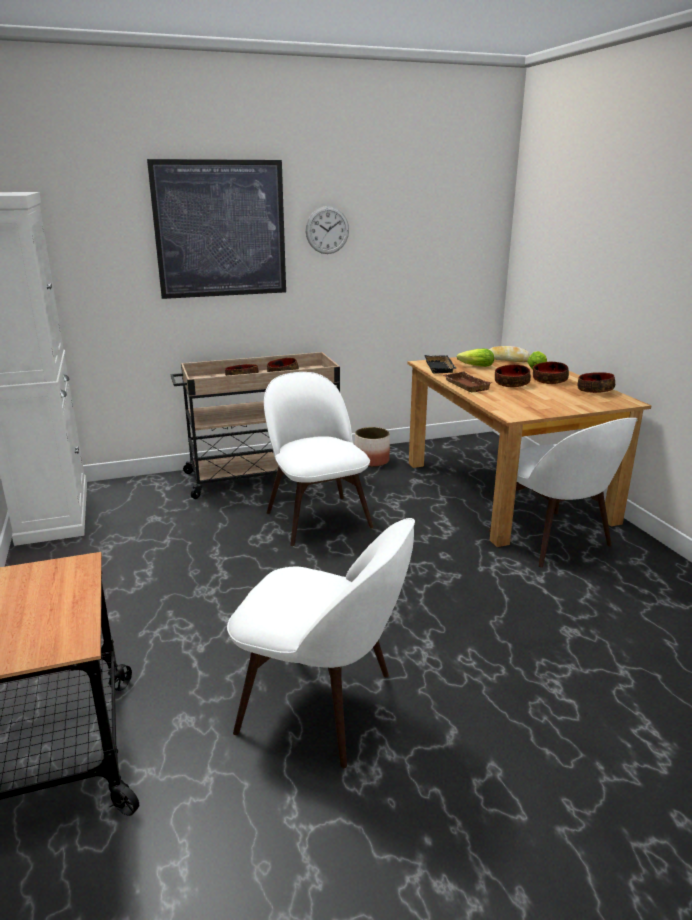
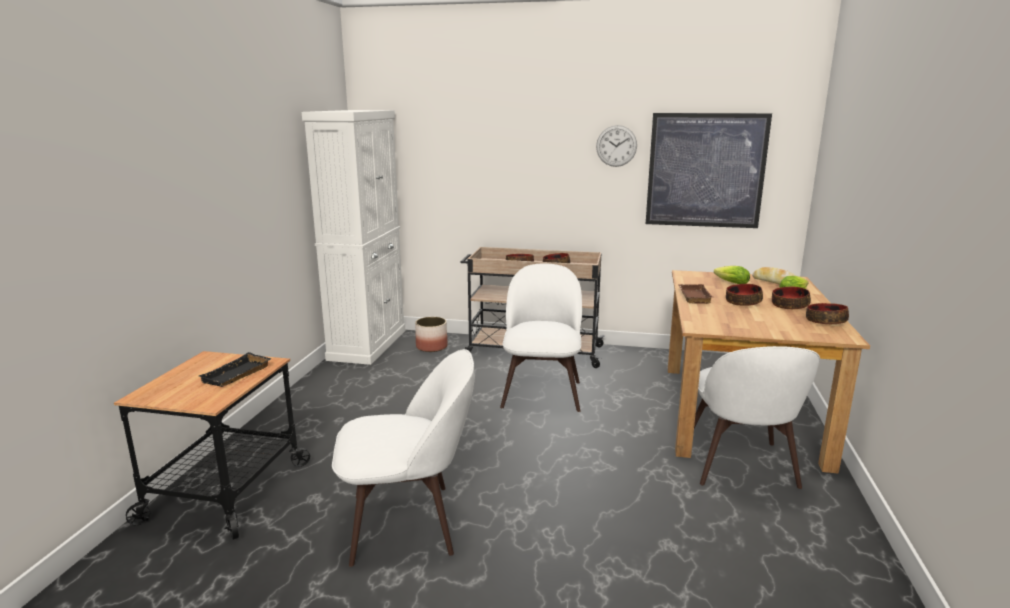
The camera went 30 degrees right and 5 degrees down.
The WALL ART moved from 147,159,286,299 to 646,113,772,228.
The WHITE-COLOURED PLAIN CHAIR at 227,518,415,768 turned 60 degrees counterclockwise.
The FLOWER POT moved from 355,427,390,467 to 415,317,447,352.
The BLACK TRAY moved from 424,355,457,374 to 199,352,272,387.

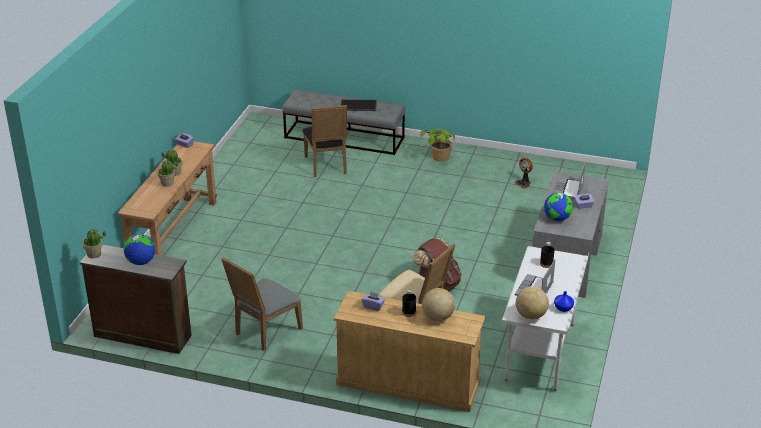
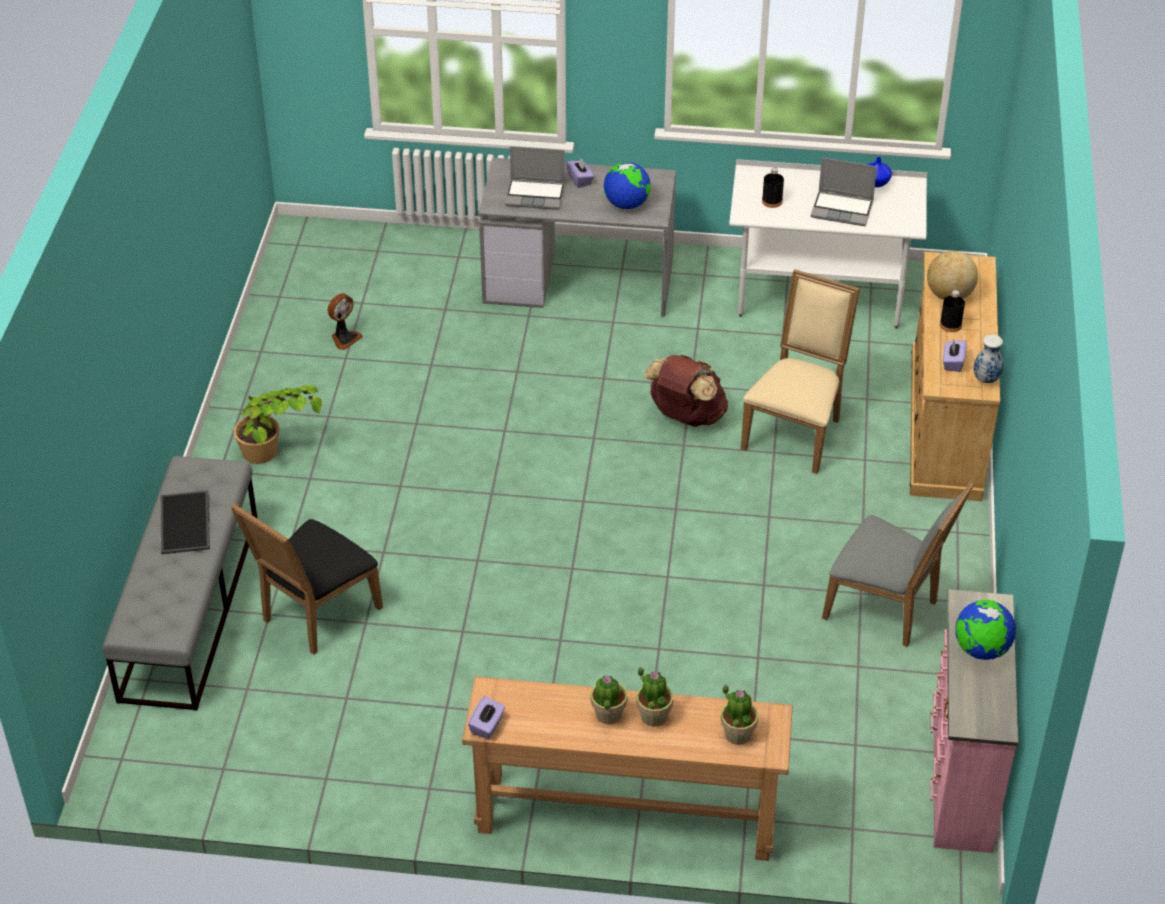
The camera went 100 degrees left and 10 degrees up.
The BROWNISH DRAWER CHEST at 79,245,192,354 became the PINK-COLOURED DRAWER CHEST at 930,589,1018,853.
The POTTED PLANT moved from 83,229,106,259 to 721,685,758,745.
The BLACK PLAIN CHAIR at 302,105,347,177 turned 150 degrees clockwise.
The WORLD GLOBE at 516,286,549,320 disappeared.
The DECORATIVE VASE at 973,334,1004,383 appeared.

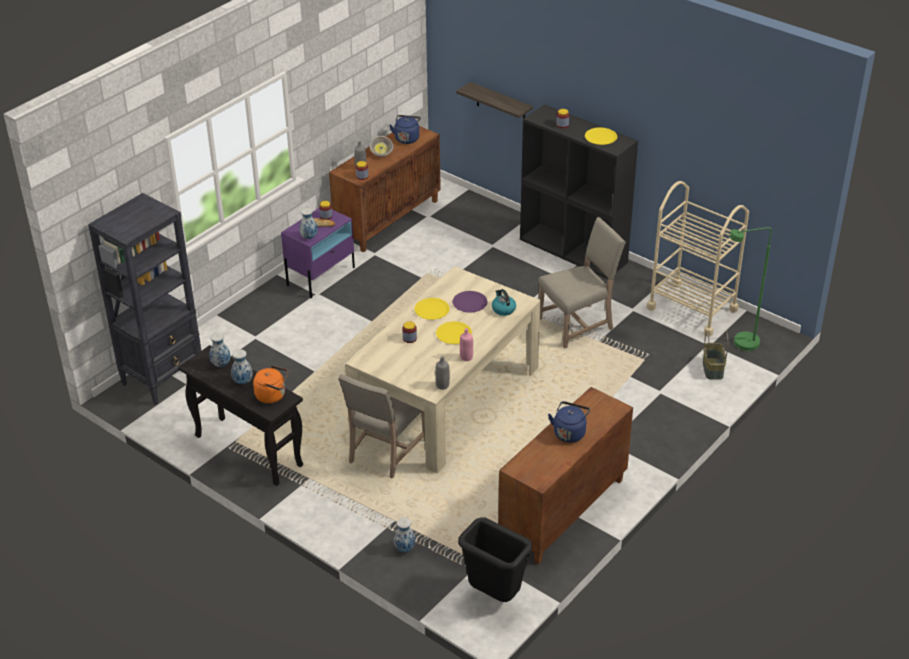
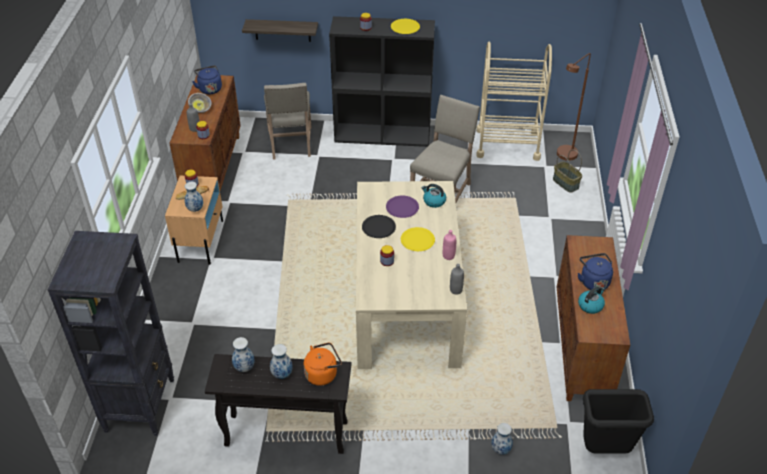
The camera went 35 degrees left and 5 degrees up.
The PURPLE-COLOURED NIGHTSTAND at 281,208,355,298 became the SAND-COLOURED NIGHTSTAND at 165,176,223,265.
The SAND-COLOURED PLAIN CHAIR moved from 338,374,425,479 to 264,83,312,160.
The YELLOW DINNER PLATE at 414,298,450,320 became the BLACK DINNER PLATE at 362,215,396,238.
The GREEN-COLOURED STANDARD LAMP at 729,227,772,351 became the BROWNISH STANDARD LAMP at 557,53,591,161.
The KETTLE at 578,287,605,314 appeared.

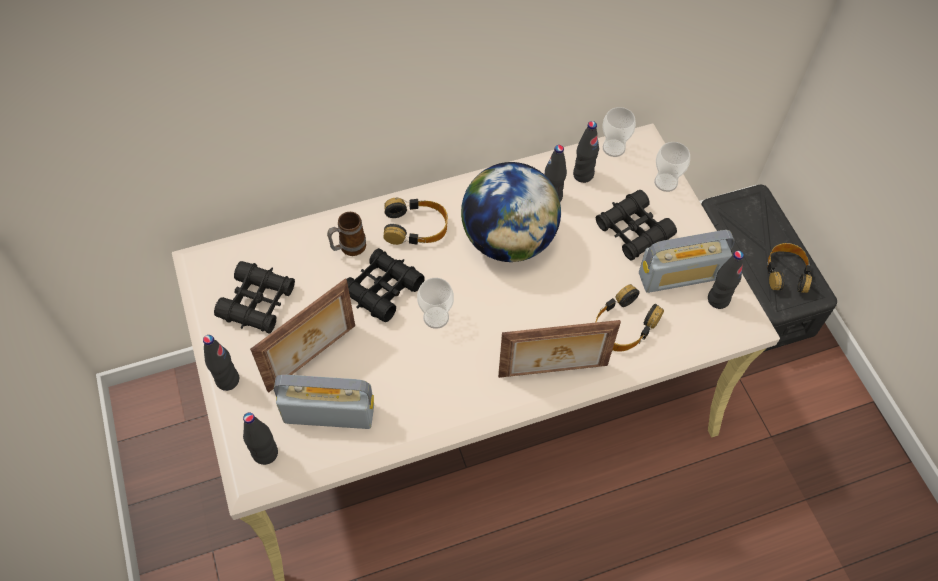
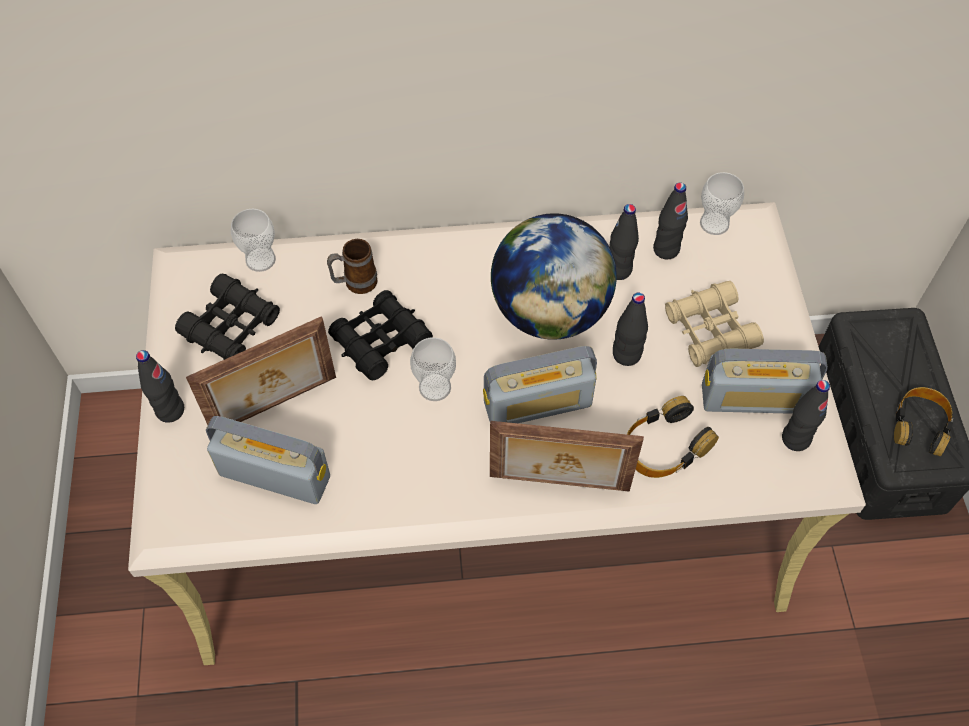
The camera went 15 degrees right and 0 degrees up.
The BLACK BOTTLE moved from 243,412,278,465 to 613,293,648,366.
The HEADPHONES at 383,198,448,245 disappeared.
The BLACK FIELD GLASSES at 596,190,677,261 became the SAND-COLOURED FIELD GLASSES at 665,281,764,367.
The CUP moved from 654,142,690,192 to 231,209,276,272.
The RADIO RECEIVER at 483,346,597,423 appeared.

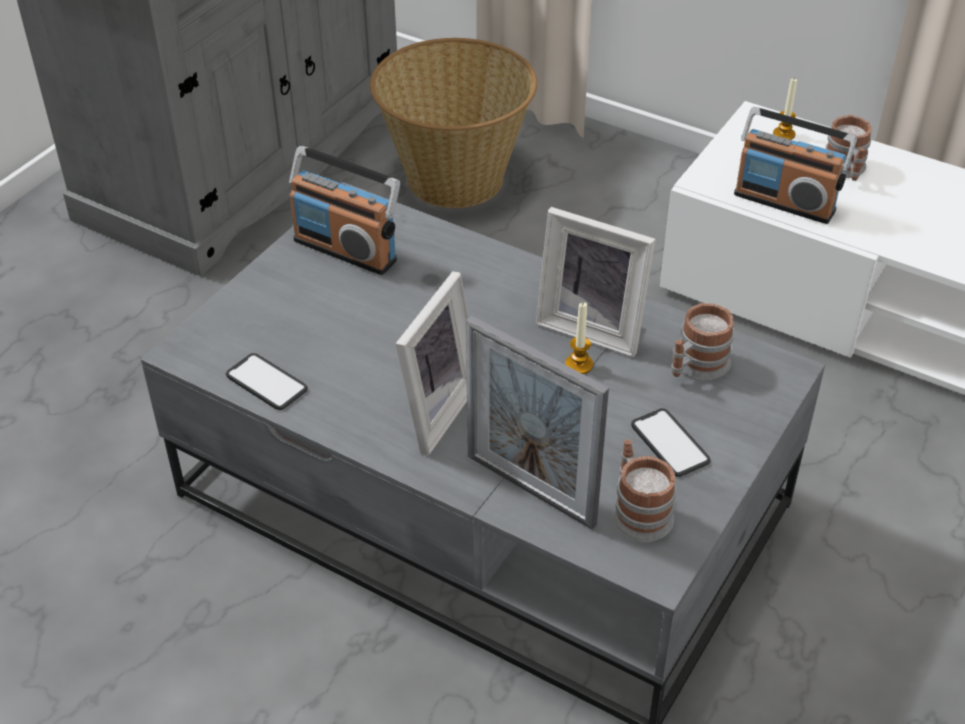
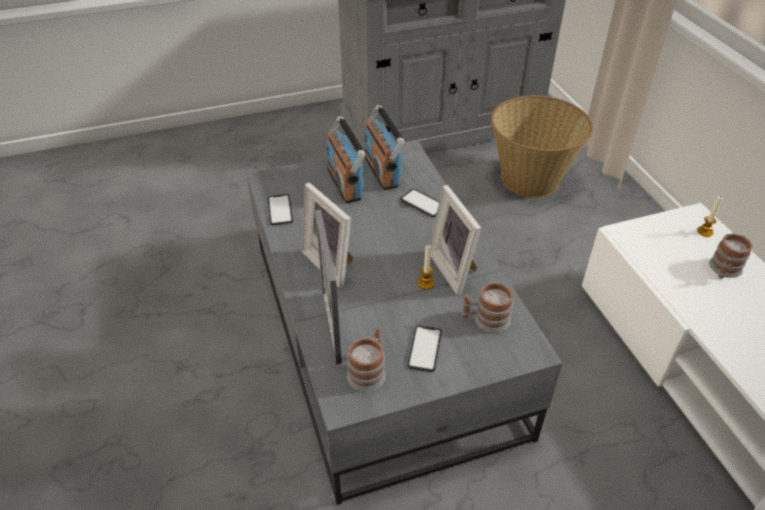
The camera went 40 degrees right and 0 degrees up.
The PHOTO FRAME at 396,271,469,456 turned 75 degrees clockwise.
The RADIO RECEIVER moved from 734,107,857,224 to 326,116,365,203.
The HANDSET at 400,189,439,217 appeared.

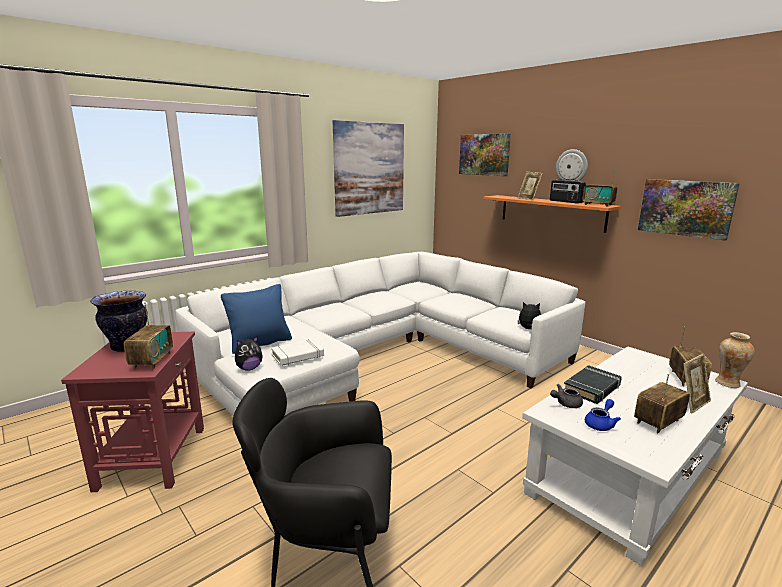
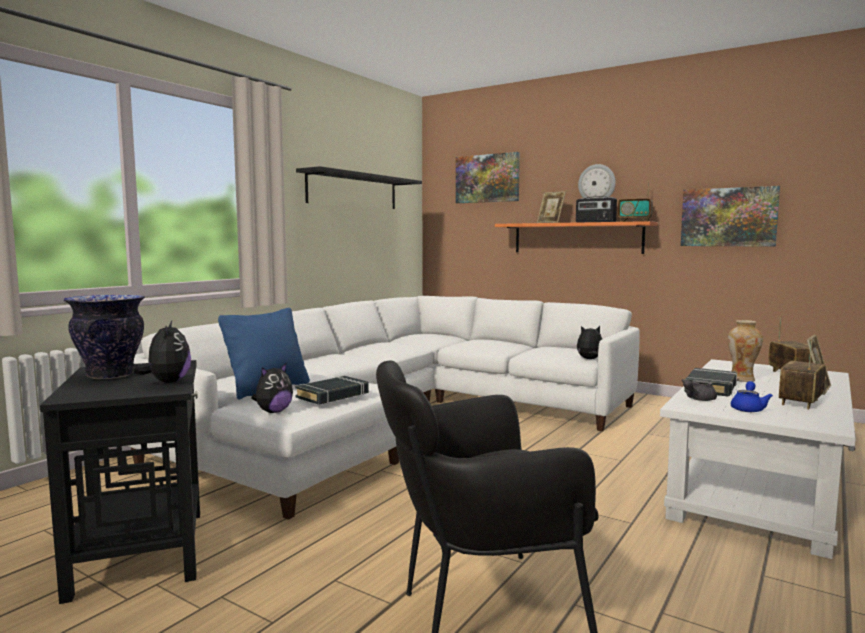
The camera went 15 degrees left and 10 degrees down.
The REDDISH SIDE TABLE at 61,332,204,492 became the BLACK SIDE TABLE at 40,360,200,604.
The RADIO RECEIVER at 124,303,173,369 was replaced by the CUDDLY TOY at 132,321,191,383.
The WHITE-COLOURED BOUND BOOK at 271,339,324,366 became the BLACK BOUND BOOK at 295,376,369,405.
The WALL ART at 333,120,404,217 was replaced by the BLACK SHELF at 296,166,422,209.
The DECORATIVE VASE moved from 715,332,755,388 to 728,320,763,382.

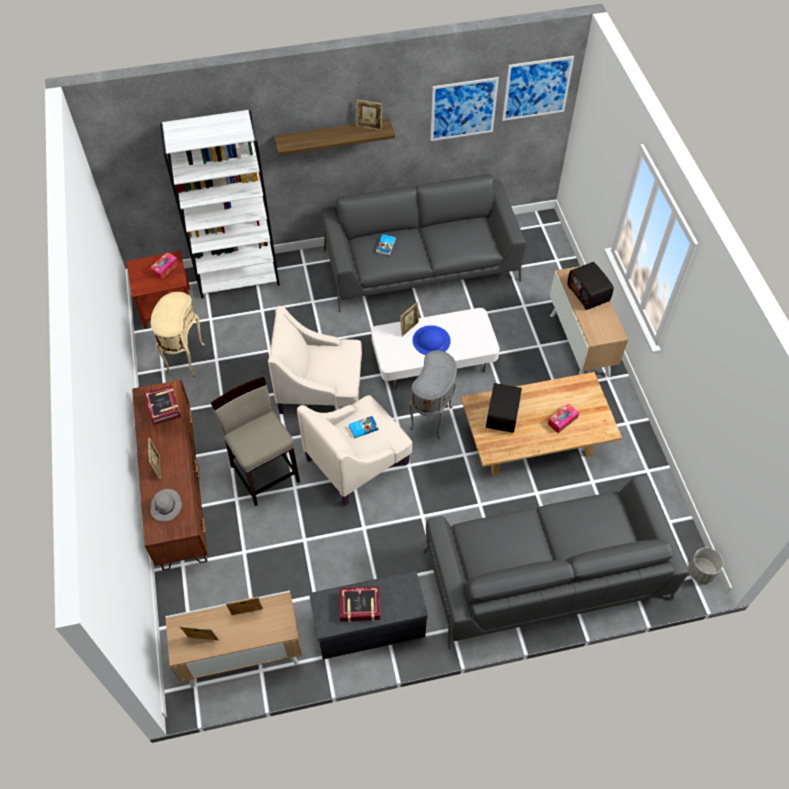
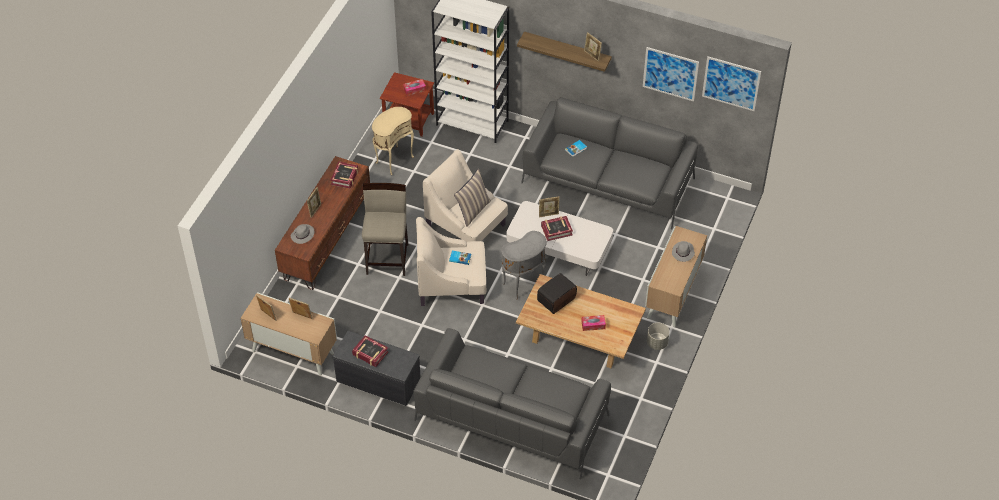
The camera went 35 degrees right and 5 degrees down.
The BLUE-COLOURED HAT at 412,325,451,355 was replaced by the BOUND BOOK at 541,216,573,241.
The RADIO RECEIVER at 568,262,614,310 was replaced by the GREY HAT at 672,241,695,262.
The GREY FLOWER POT moved from 688,548,723,583 to 647,323,669,350.
The THROW PILLOW at 454,168,491,227 appeared.

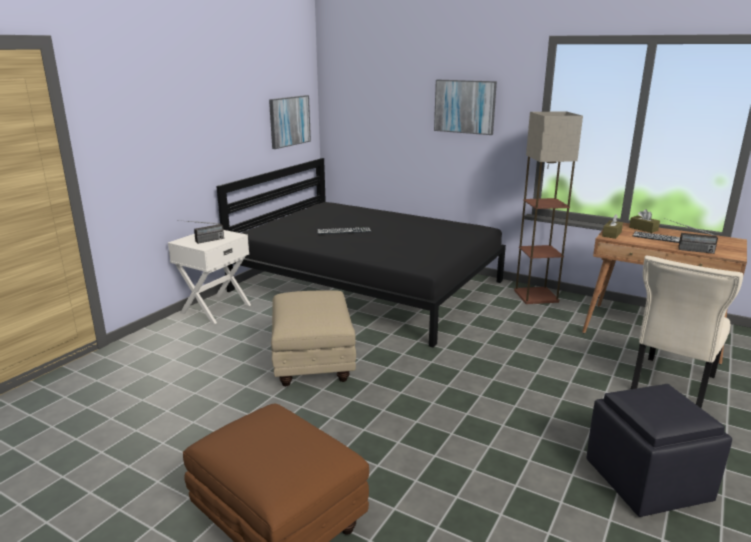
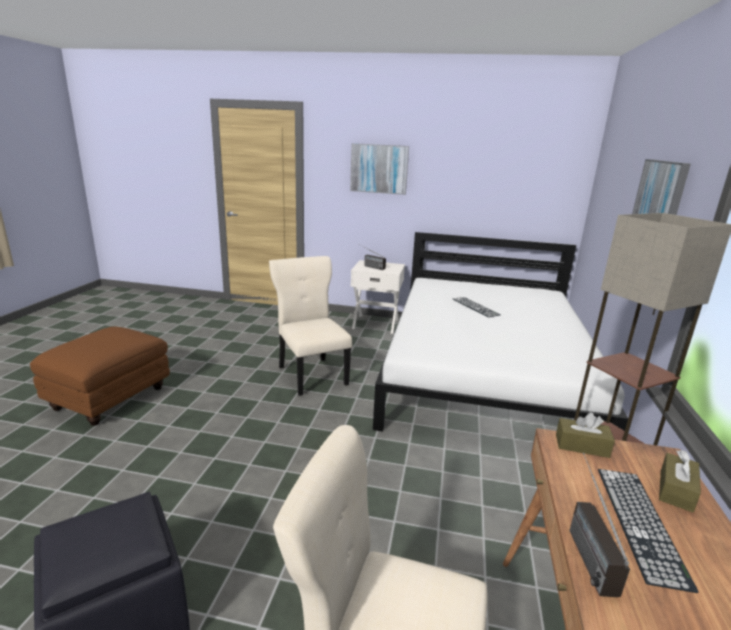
The camera went 70 degrees right and 0 degrees up.
The BLACK BEDROOM BED at 216,158,506,347 became the WHITE-COLOURED BEDROOM BED at 373,232,628,432.
The WALL ART moved from 269,95,311,149 to 350,143,409,195.
The SAND-COLOURED OTTOMAN at 271,290,356,386 was replaced by the SAND-COLOURED PLAIN CHAIR at 269,256,352,396.

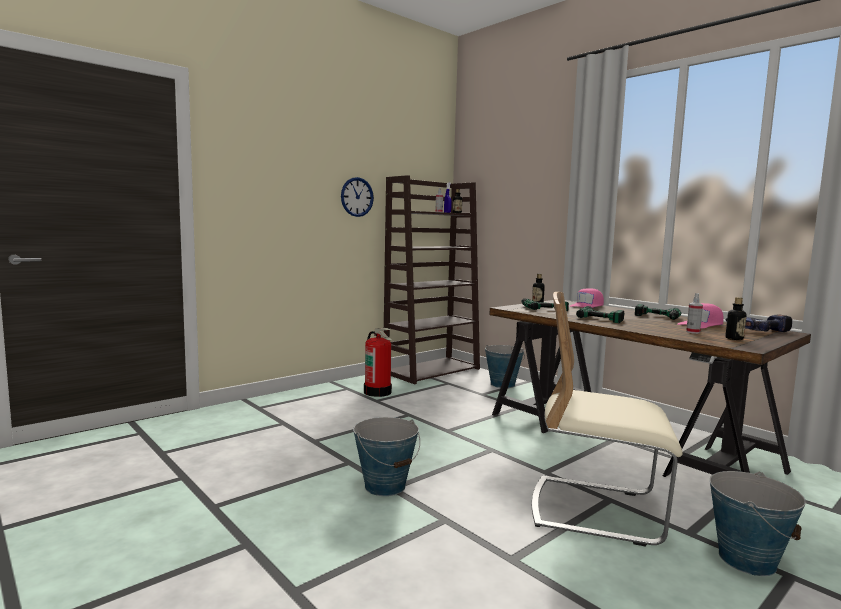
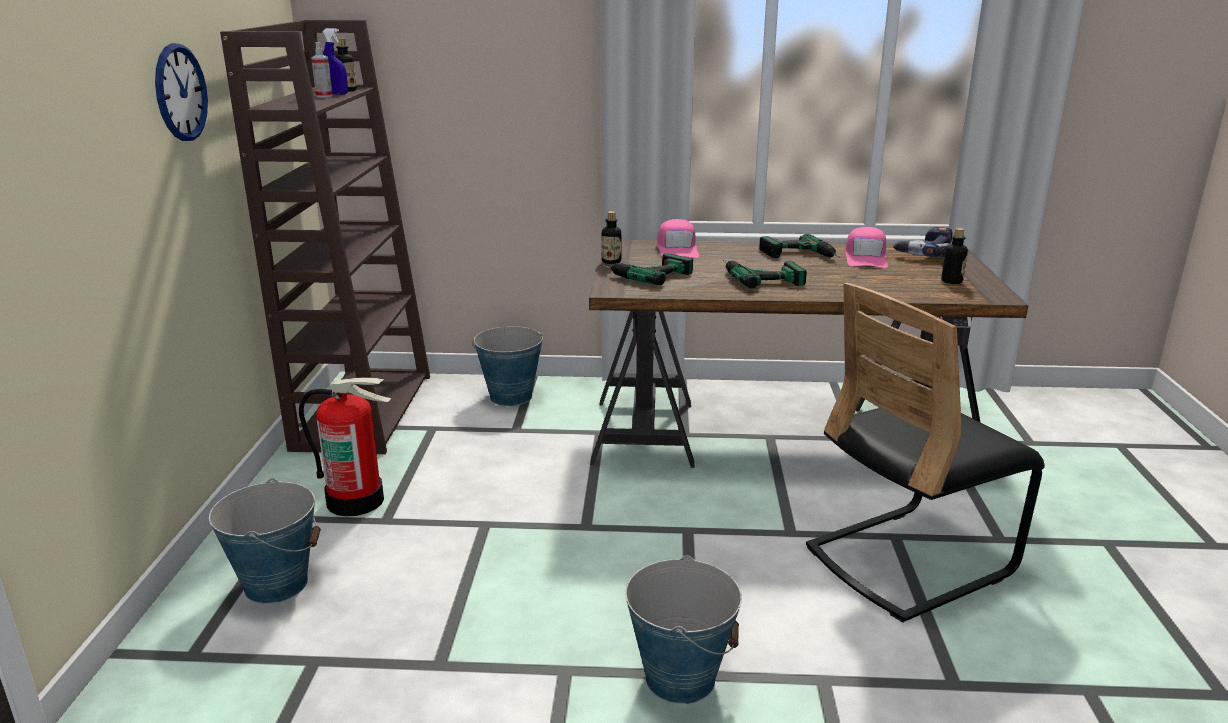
The camera went 45 degrees left and 15 degrees up.
The SAND-COLOURED PLAIN CHAIR at 532,292,683,547 became the BLACK PLAIN CHAIR at 806,283,1045,623.
The SPRAY BOTTLE at 686,293,703,334 disappeared.
The WATER BUCKET moved from 710,471,806,576 to 209,478,321,604.

